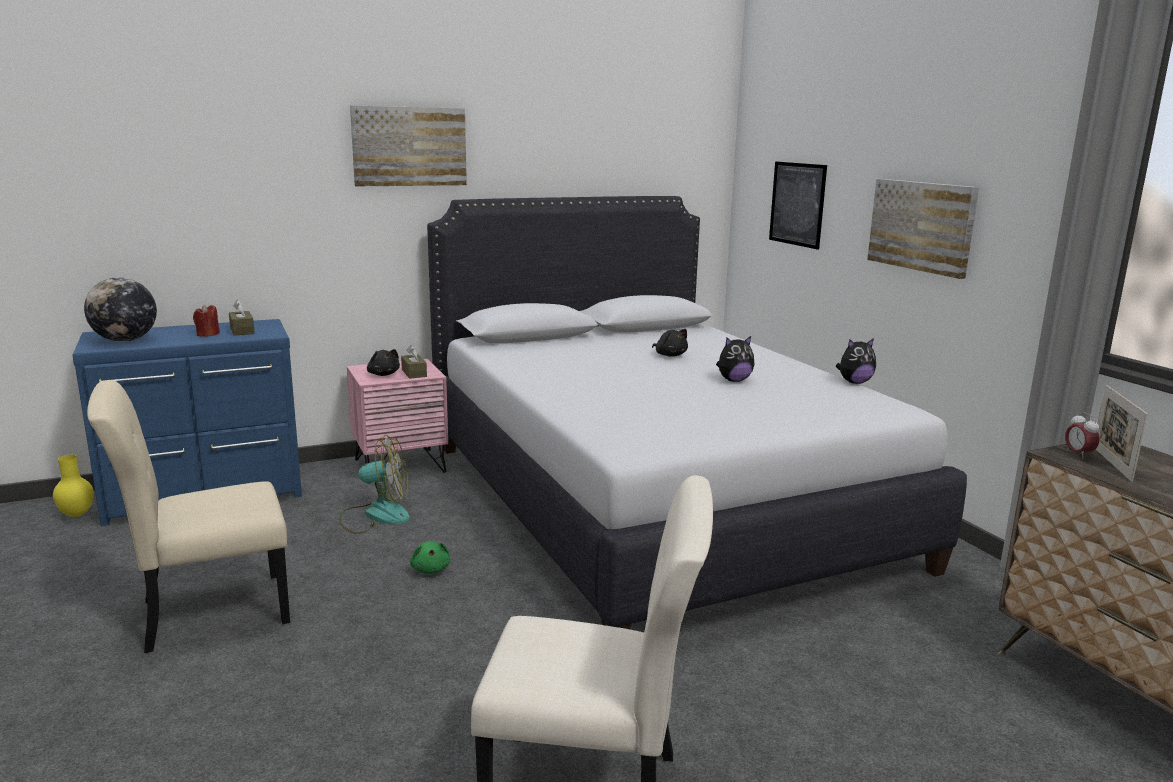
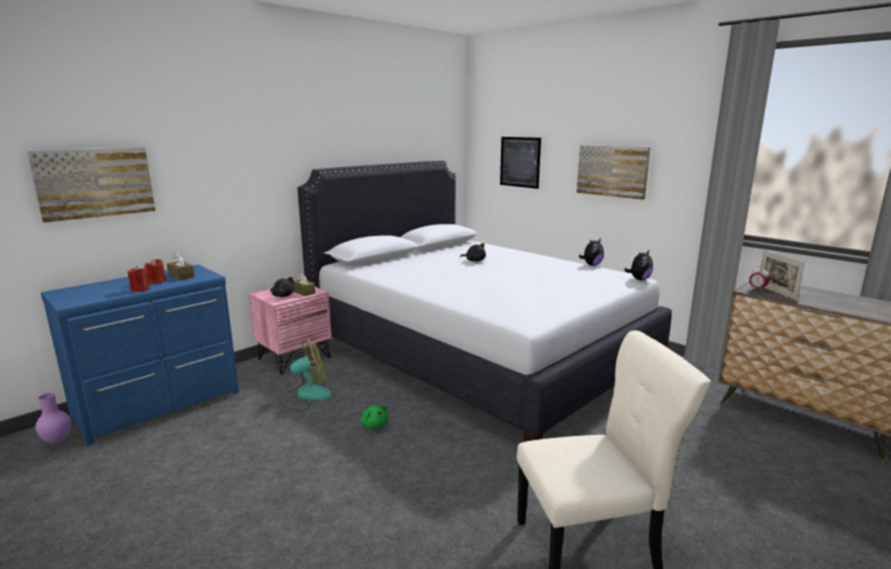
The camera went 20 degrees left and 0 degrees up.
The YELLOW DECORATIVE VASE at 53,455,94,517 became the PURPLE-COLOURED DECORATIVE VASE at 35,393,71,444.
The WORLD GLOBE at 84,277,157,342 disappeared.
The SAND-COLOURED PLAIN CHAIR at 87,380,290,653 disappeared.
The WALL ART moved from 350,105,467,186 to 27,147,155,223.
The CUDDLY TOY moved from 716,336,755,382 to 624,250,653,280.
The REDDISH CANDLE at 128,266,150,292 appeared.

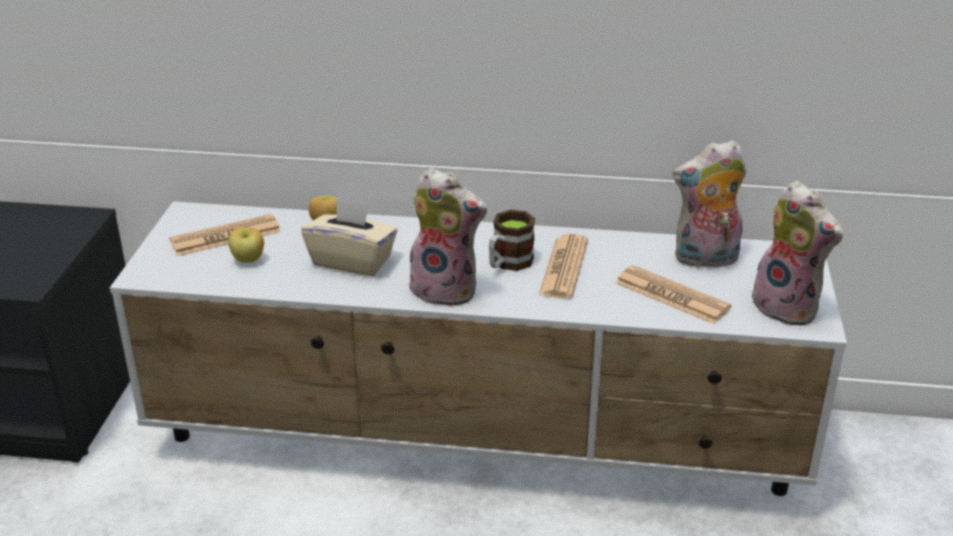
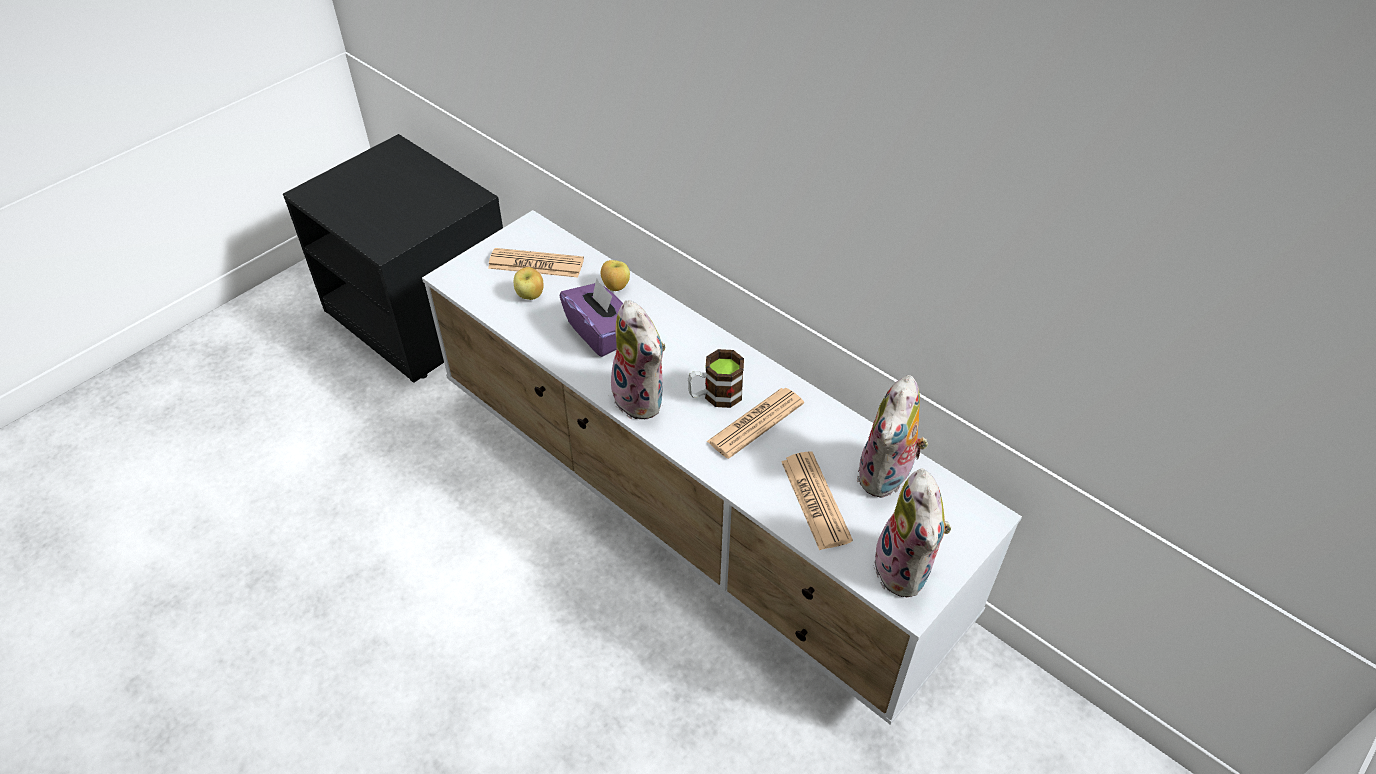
The camera went 35 degrees right and 15 degrees up.
The SAND-COLOURED BOX OF TISSUES at 301,198,398,276 became the PURPLE-COLOURED BOX OF TISSUES at 560,279,623,357.
The CUDDLY TOY at 673,140,747,268 turned 90 degrees counterclockwise.

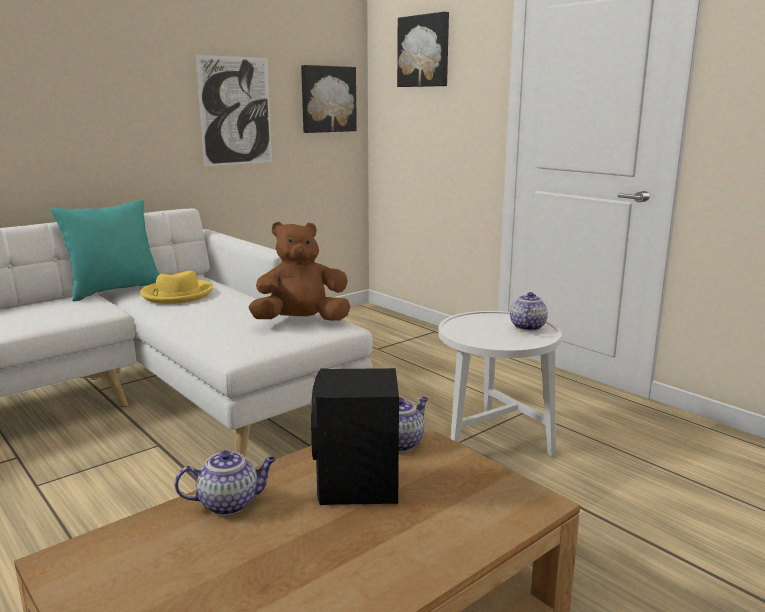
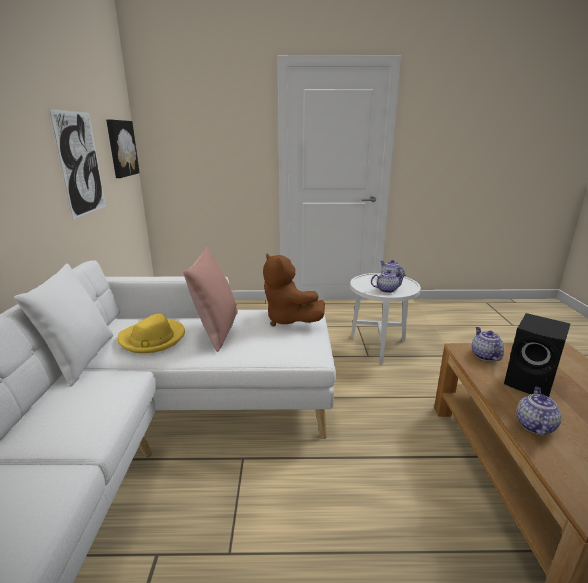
The camera went 50 degrees left and 5 degrees up.
The BLUE-GREEN THROW PILLOW at 51,200,159,301 became the WHITE-COLOURED THROW PILLOW at 14,264,113,386.
The BROWNISH CUDDLY TOY at 248,222,350,321 turned 60 degrees counterclockwise.
The WALL ART at 397,12,449,87 disappeared.
The PINK-COLOURED THROW PILLOW at 183,247,238,352 appeared.
The TEAPOT at 371,270,405,293 appeared.

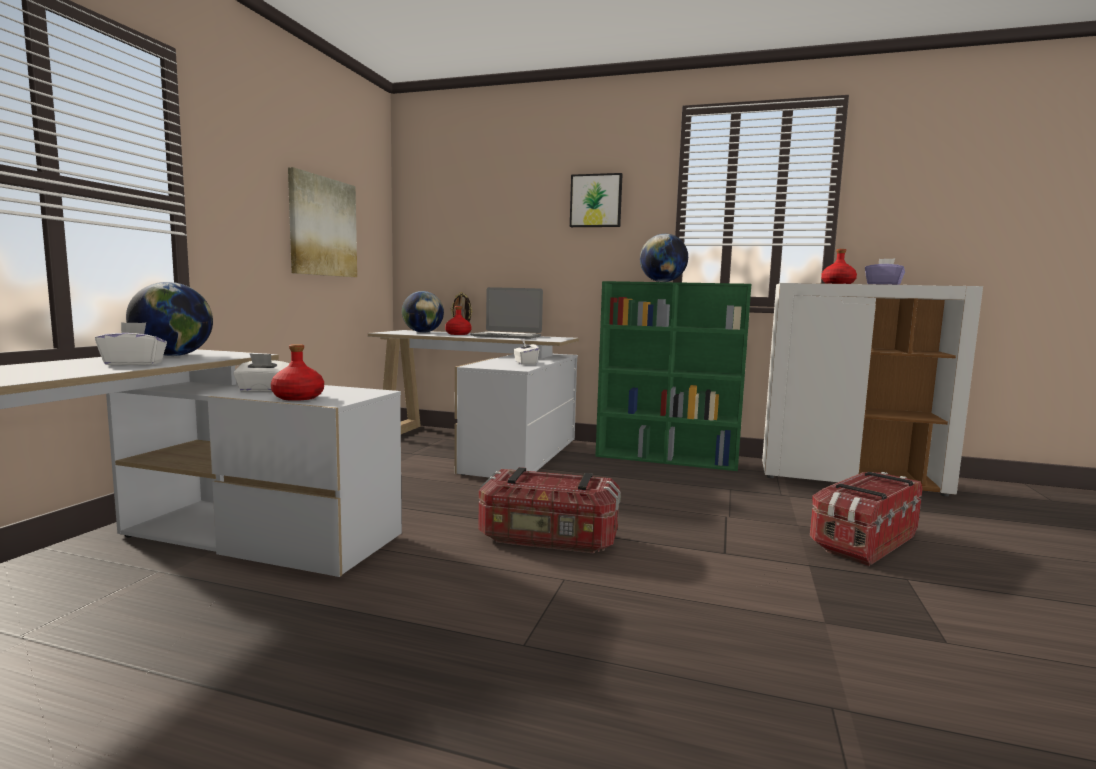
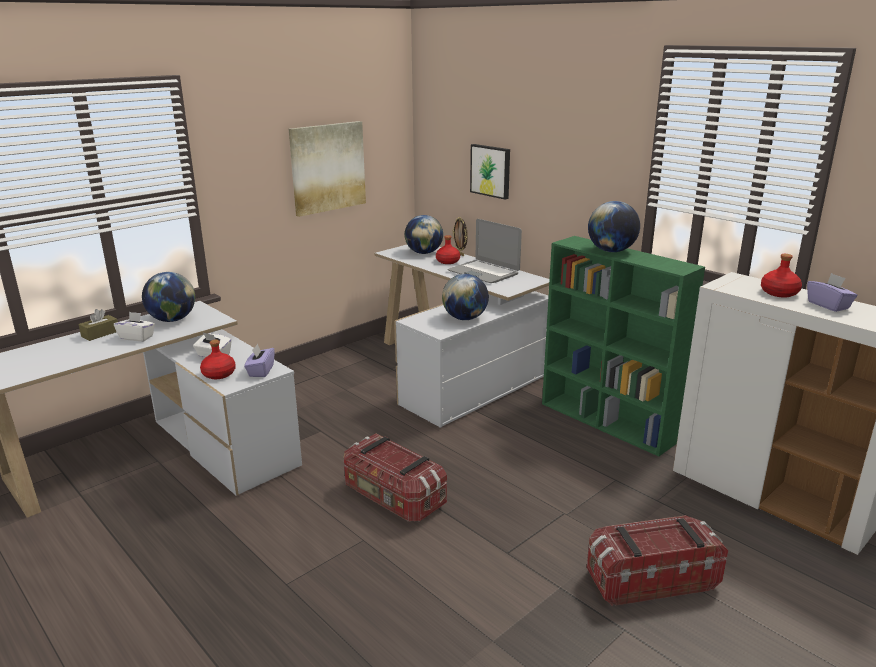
The camera went 30 degrees right and 15 degrees up.
The WHITE-COLOURED BOX OF TISSUES at 513,339,539,365 was replaced by the WORLD GLOBE at 442,274,489,320.
The WALL ART moved from 570,173,623,227 to 470,144,510,199.
The BROWNISH BOX OF TISSUES at 78,309,118,341 appeared.
The PURPLE-COLOURED BOX OF TISSUES at 244,344,275,377 appeared.

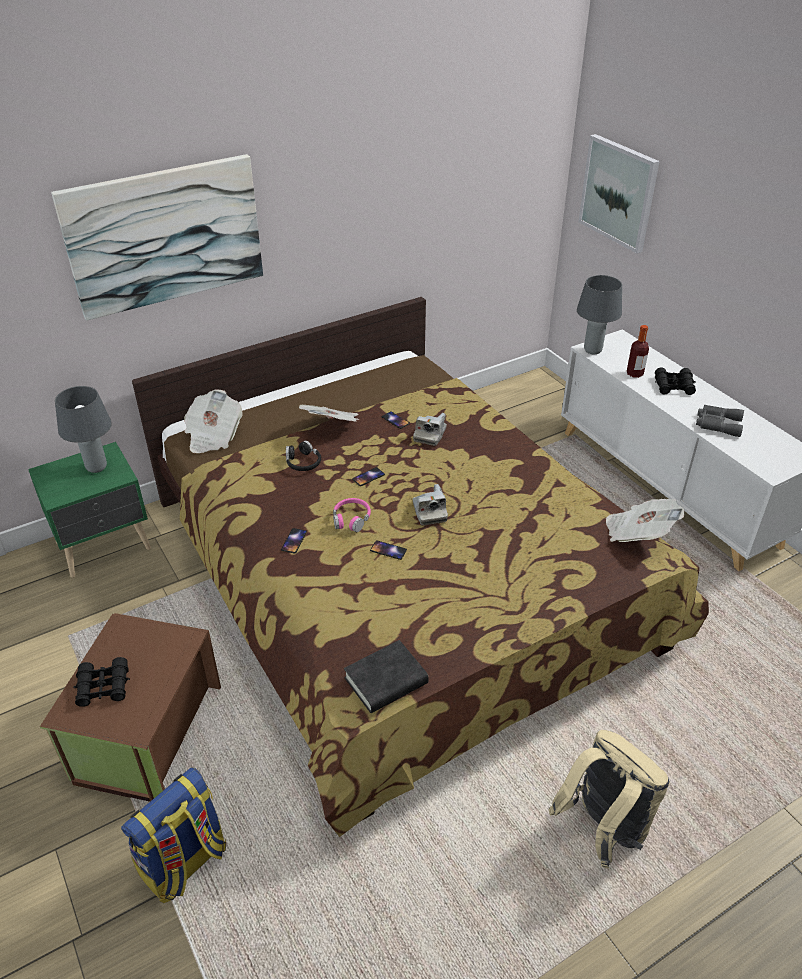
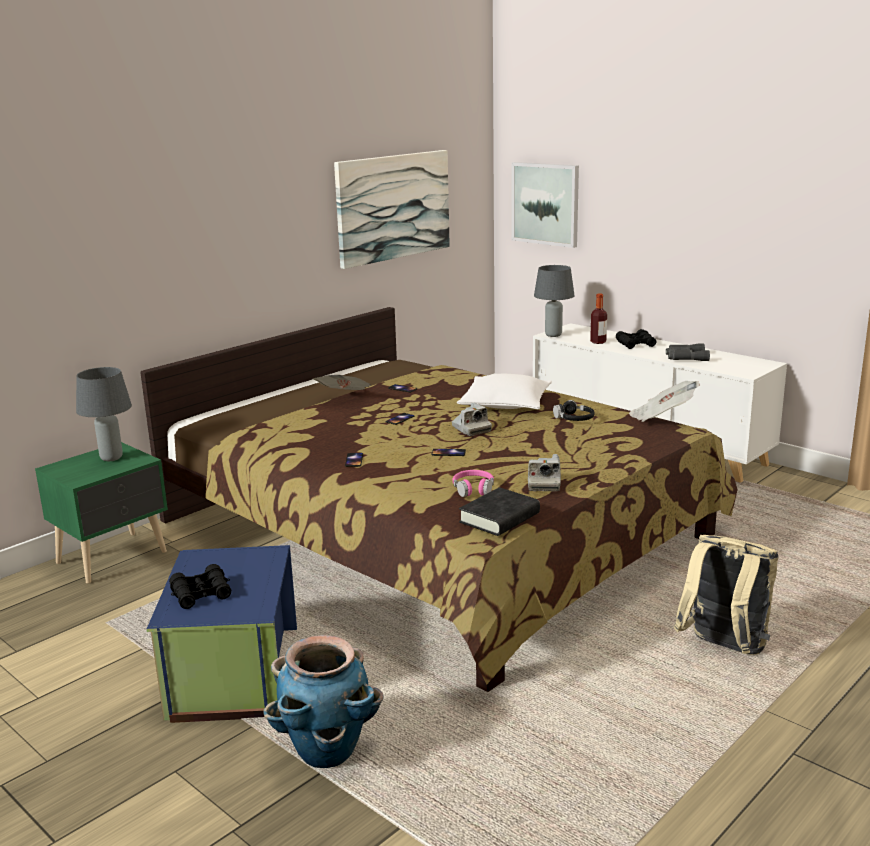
The camera went 15 degrees left and 20 degrees down.
The BROWNISH STORAGE BOX at 40,613,221,802 became the BLUE-COLOURED STORAGE BOX at 147,545,297,723.
The WALL ART moved from 51,154,263,321 to 334,150,450,269.
The BACKPACK at 121,768,226,903 was replaced by the FLOWER POT at 263,635,384,768.
The PRINTED PAPER at 184,389,243,453 disappeared.
The BLACK HEADPHONES moved from 286,441,321,471 to 553,400,595,421.
The PINK-COLOURED HEADPHONES moved from 333,498,371,532 to 452,470,494,497.
The PHOTO CAMERA moved from 413,413,447,446 to 528,454,561,491.
The WHITE-COLOURED THROW PILLOW at 457,374,552,409 appeared.

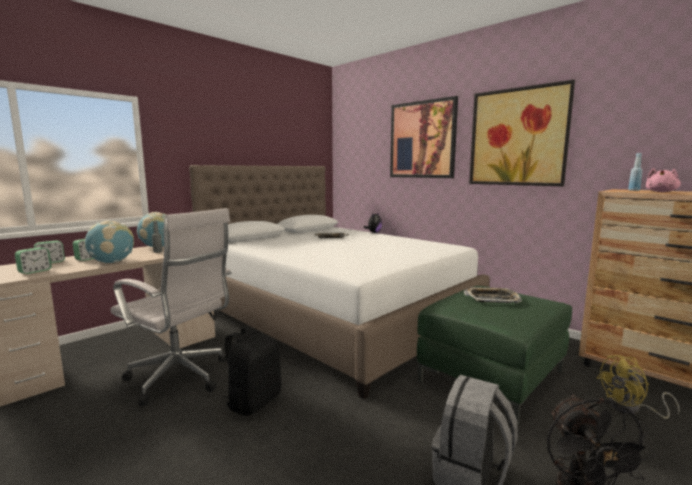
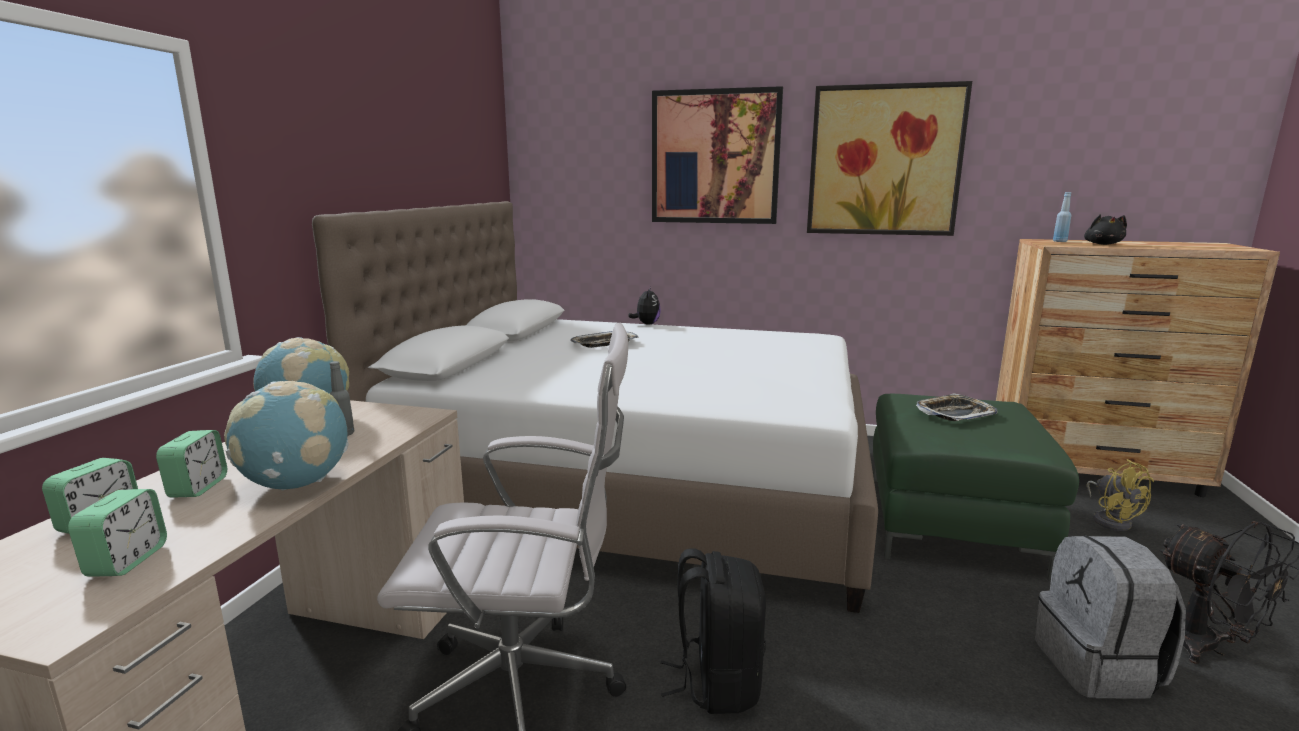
The camera went 30 degrees left and 5 degrees up.
The YELLOW COOLING FAN at 596,355,680,419 turned 60 degrees counterclockwise.
The PINK-COLOURED CUDDLY TOY at 646,168,681,192 became the BLACK CUDDLY TOY at 1084,214,1127,245.

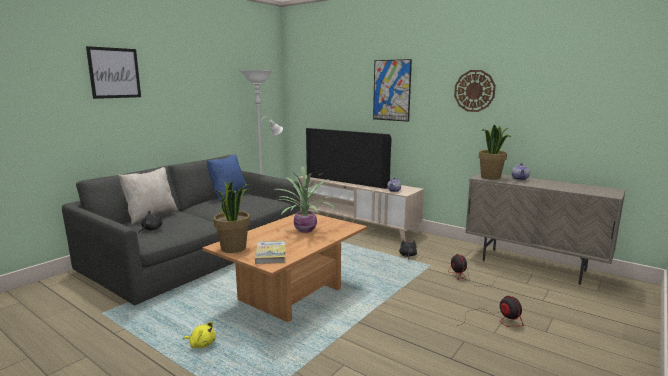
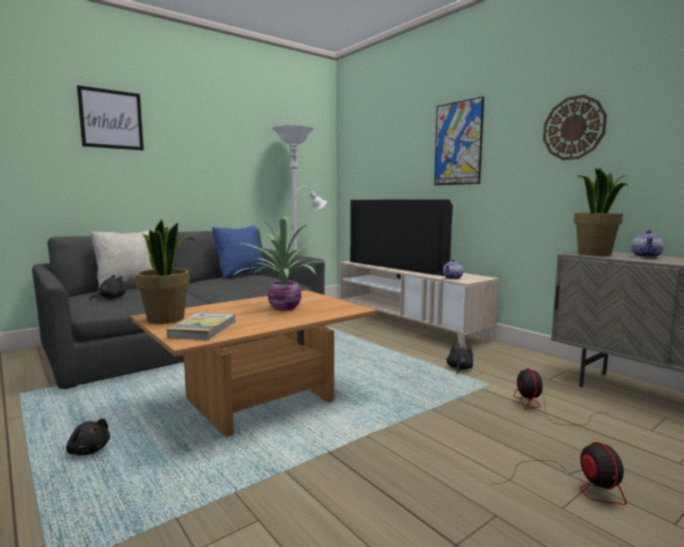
The camera went 15 degrees right and 5 degrees down.
The YELLOW CUDDLY TOY at 183,322,216,348 became the BLACK CUDDLY TOY at 66,418,110,455.

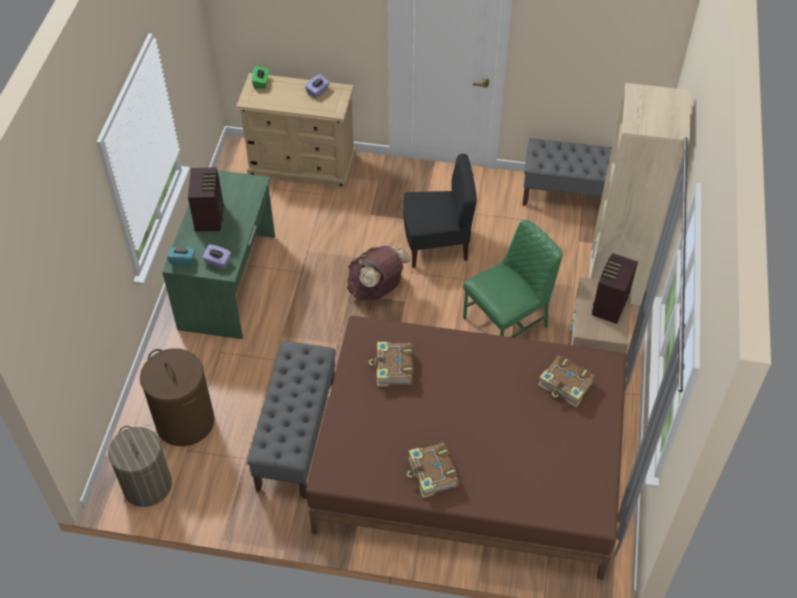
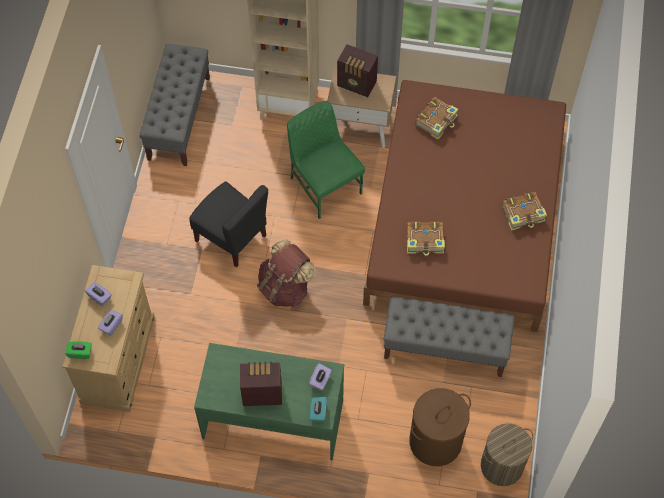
The camera went 90 degrees left and 10 degrees up.
The BLACK PLAIN CHAIR at 403,154,477,268 turned 135 degrees clockwise.
The PURPLE-COLOURED BOX OF TISSUES at 98,310,123,336 appeared.

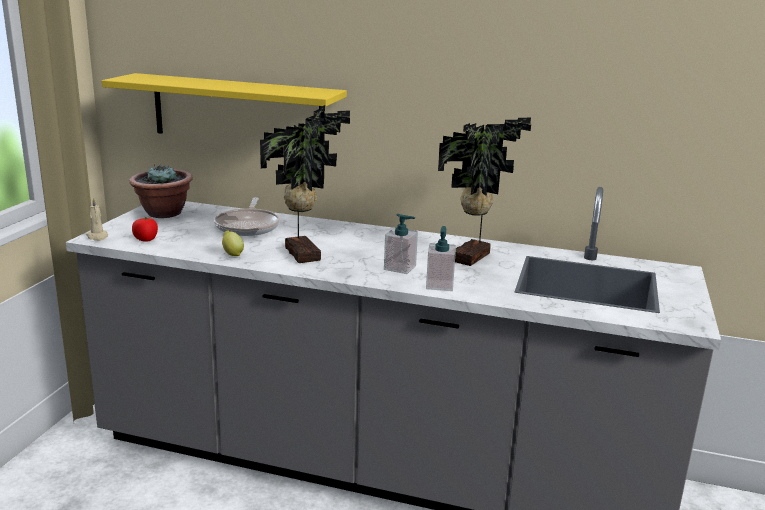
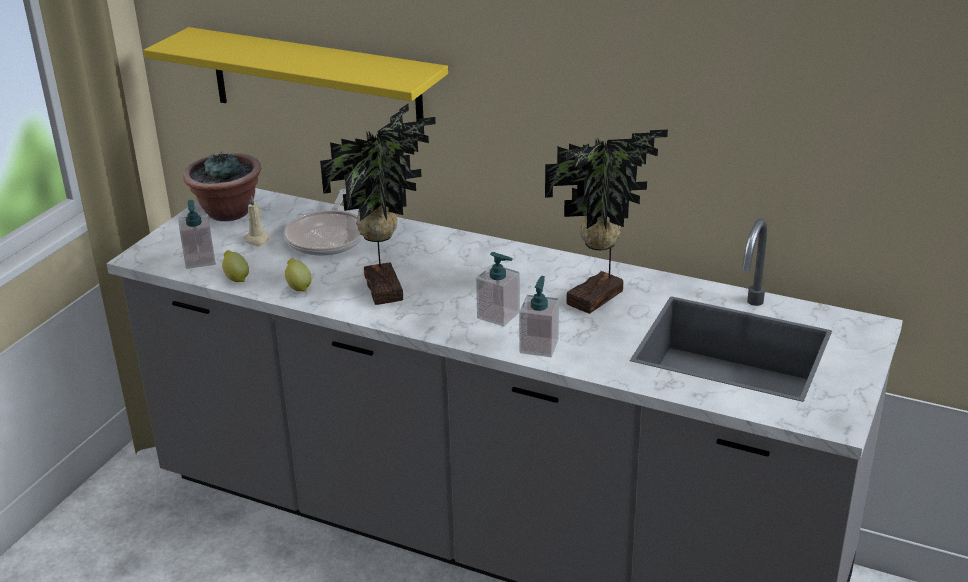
The camera went 10 degrees right and 10 degrees up.
The SAND-COLOURED CANDLE moved from 86,198,108,241 to 244,195,269,246.
The FRESH TOMATO at 132,217,158,242 was replaced by the SOAP DISPENSER at 178,200,216,269.
The LEMON at 222,250,249,282 appeared.

